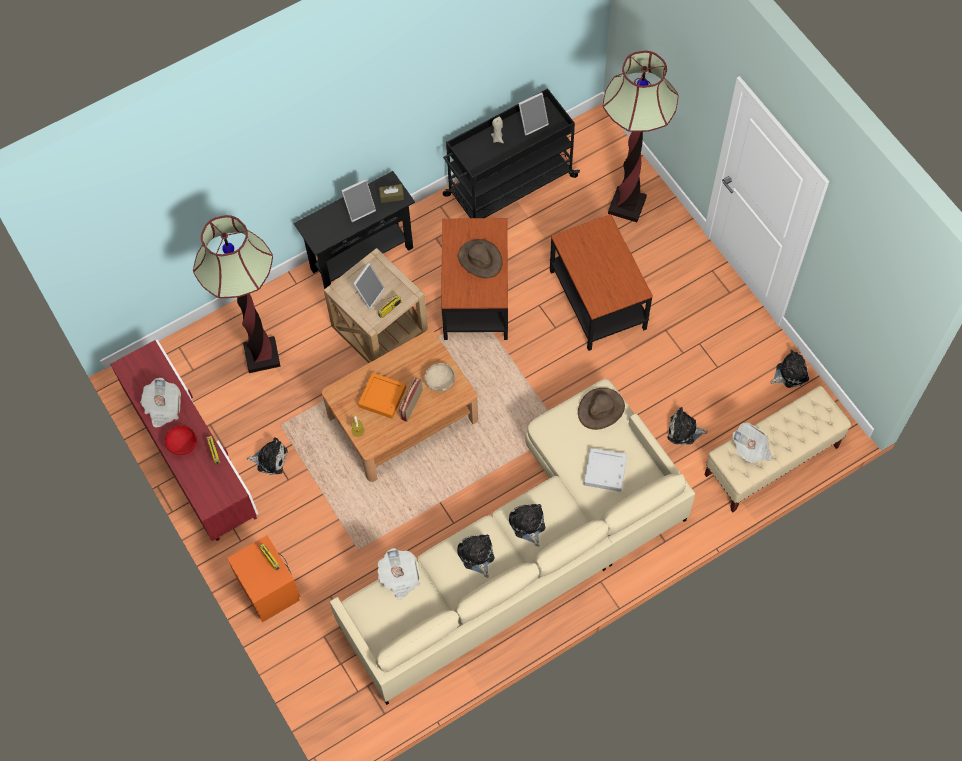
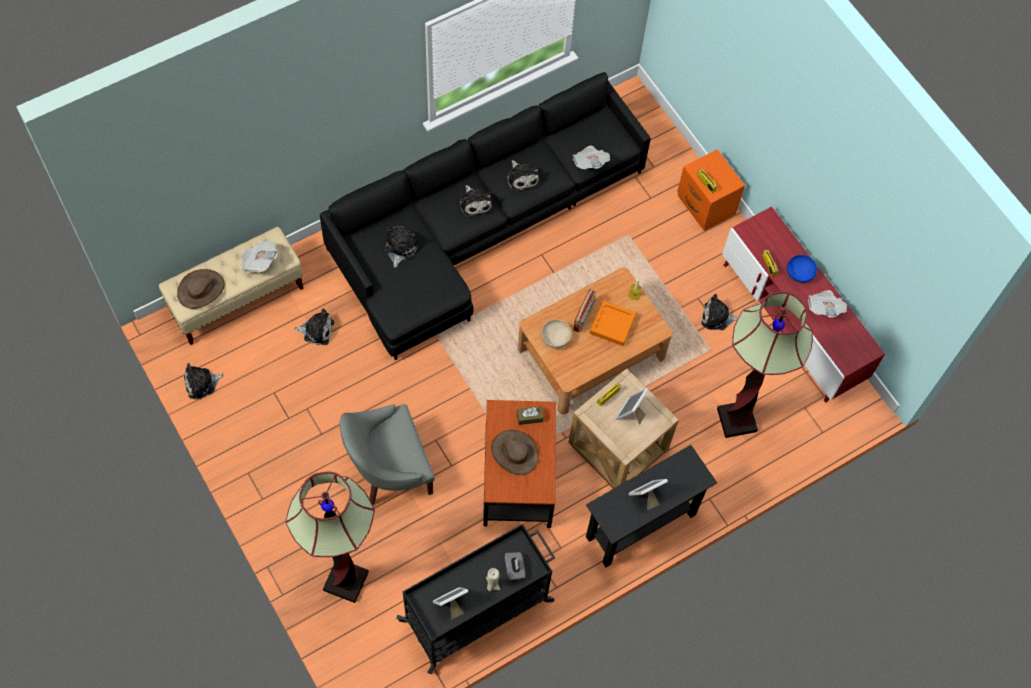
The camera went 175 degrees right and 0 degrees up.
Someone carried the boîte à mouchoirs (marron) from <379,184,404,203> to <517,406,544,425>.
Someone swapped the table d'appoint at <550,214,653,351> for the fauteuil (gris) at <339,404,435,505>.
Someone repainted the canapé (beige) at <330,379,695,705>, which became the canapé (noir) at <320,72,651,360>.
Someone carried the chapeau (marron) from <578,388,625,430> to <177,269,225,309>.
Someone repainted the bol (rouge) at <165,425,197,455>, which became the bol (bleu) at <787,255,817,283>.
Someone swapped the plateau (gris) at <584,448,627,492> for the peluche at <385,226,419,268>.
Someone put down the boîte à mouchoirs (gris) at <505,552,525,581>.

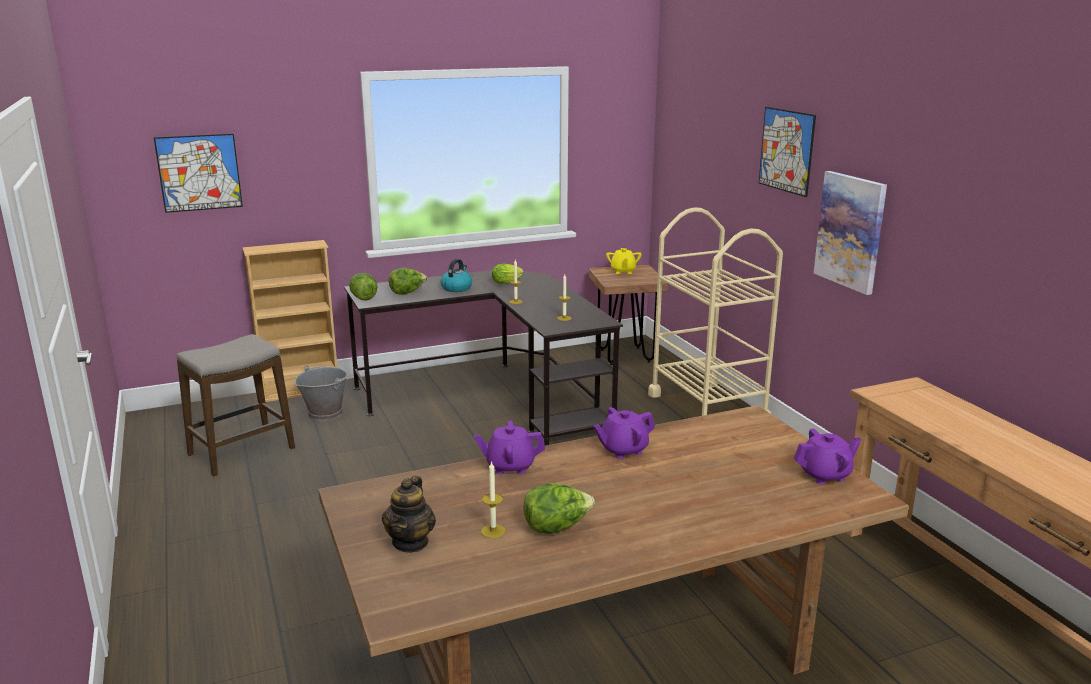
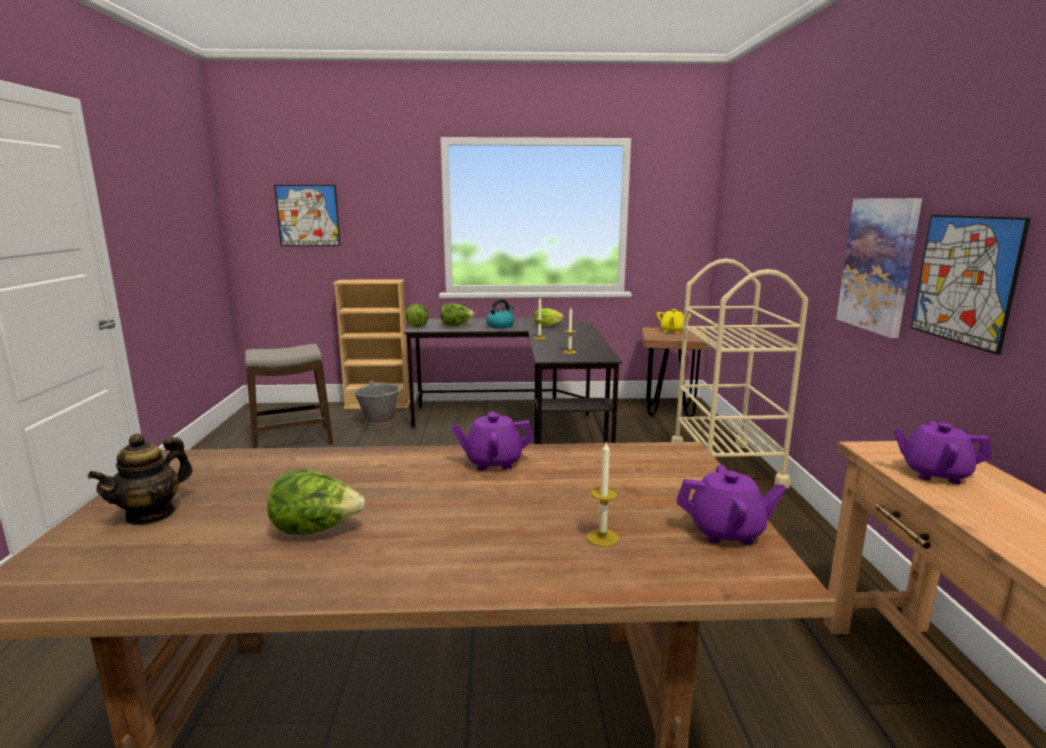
The camera went 20 degrees right and 5 degrees down.
Someone carried the tableau from <759,107,816,197> to <911,215,1031,355>.
Someone carried the théière (violet) from <474,421,545,474> to <893,421,991,484>.
Someone carried the bougie from <481,461,506,538> to <587,441,619,547>.

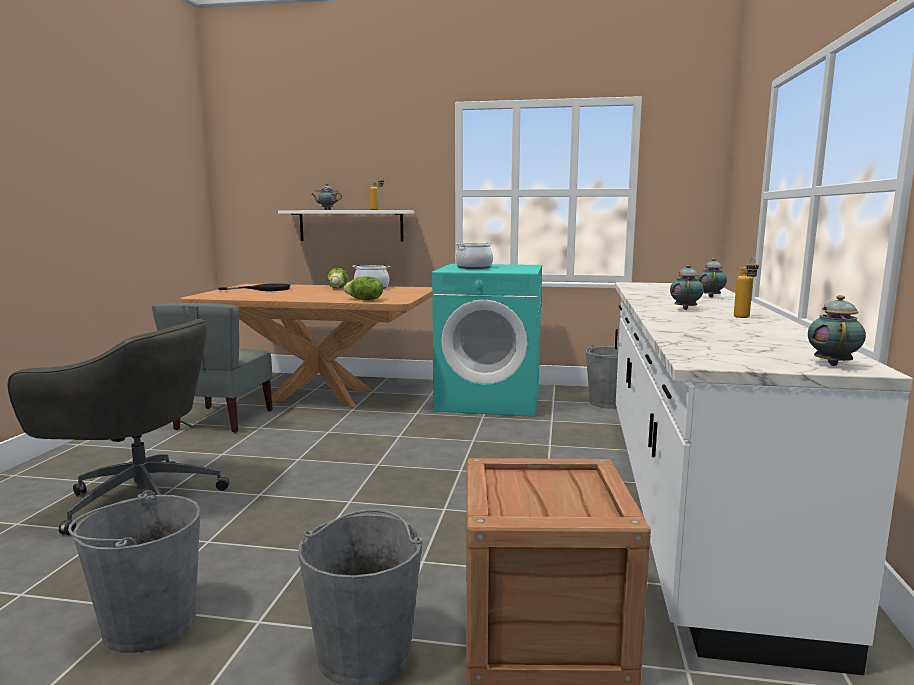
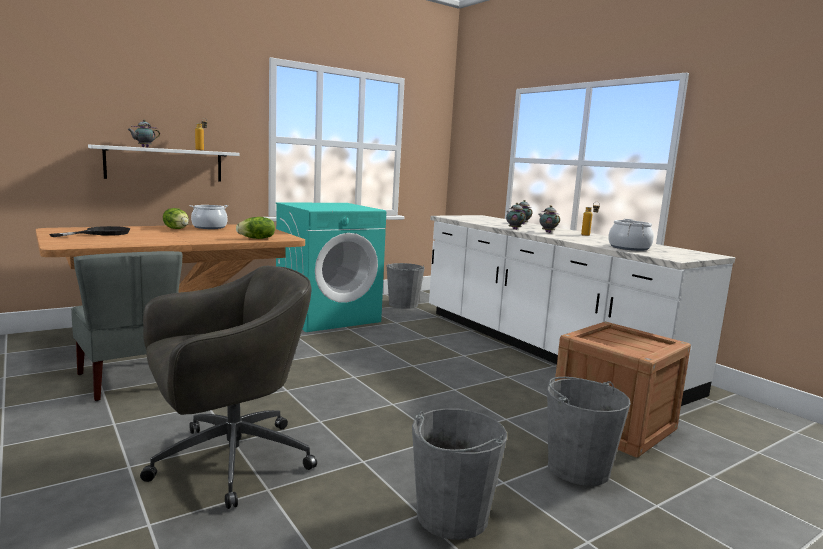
The camera went 45 degrees left and 0 degrees up.
Someone carried the marmite from <455,242,493,269> to <608,219,654,251>.
Someone carried the théière from <808,295,866,366> to <506,203,526,230>.

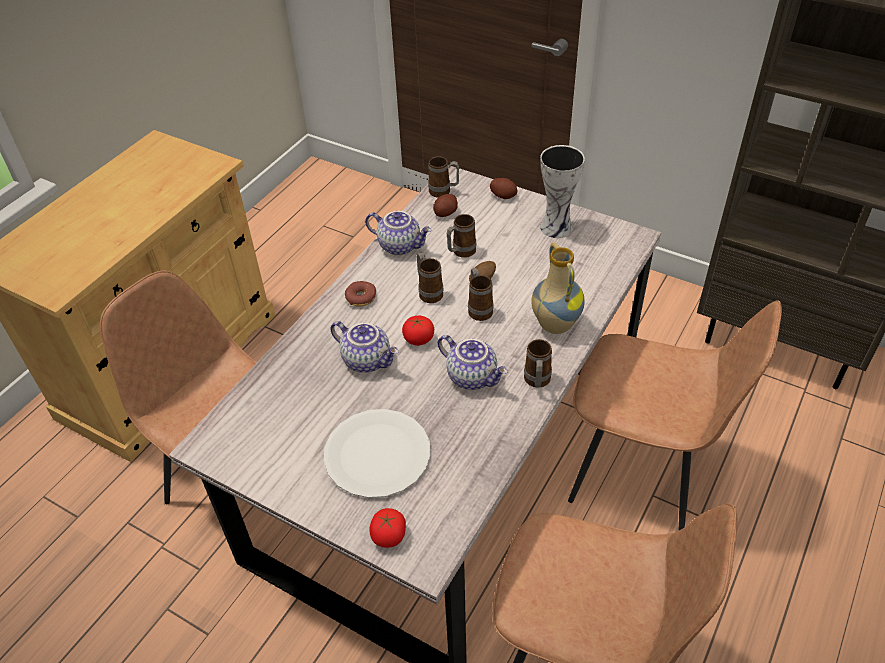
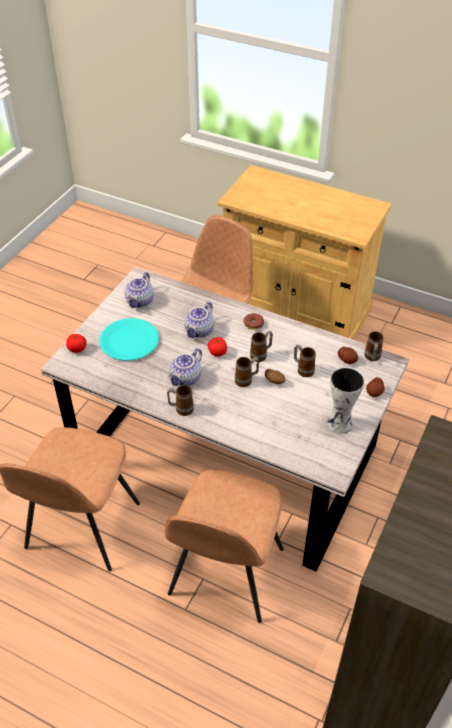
The camera went 85 degrees right and 0 degrees up.
Someone carried the théière from <365,211,432,255> to <125,272,154,308>.
Someone took away the vase at <531,243,585,334>.
Someone repainted the assiette (blanc) at <324,409,431,498>, which became the assiette (turquoise) at <99,318,159,361>.

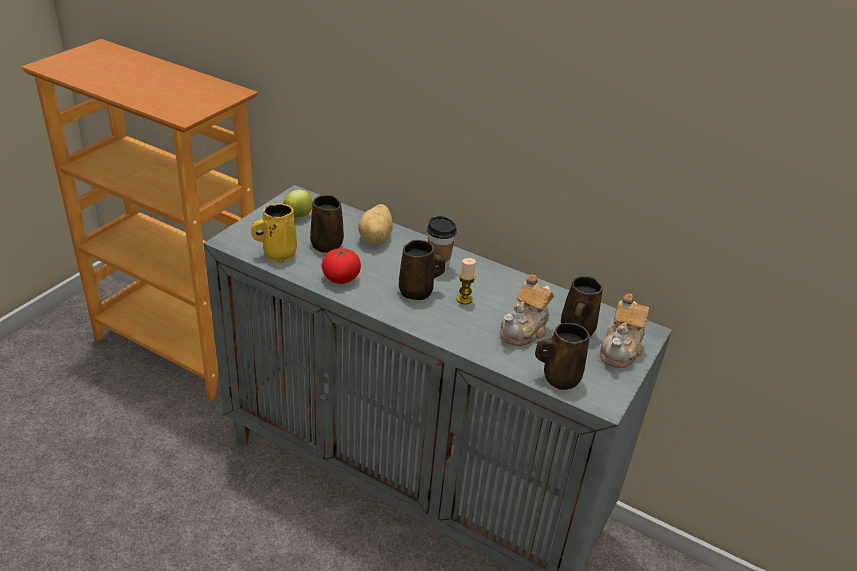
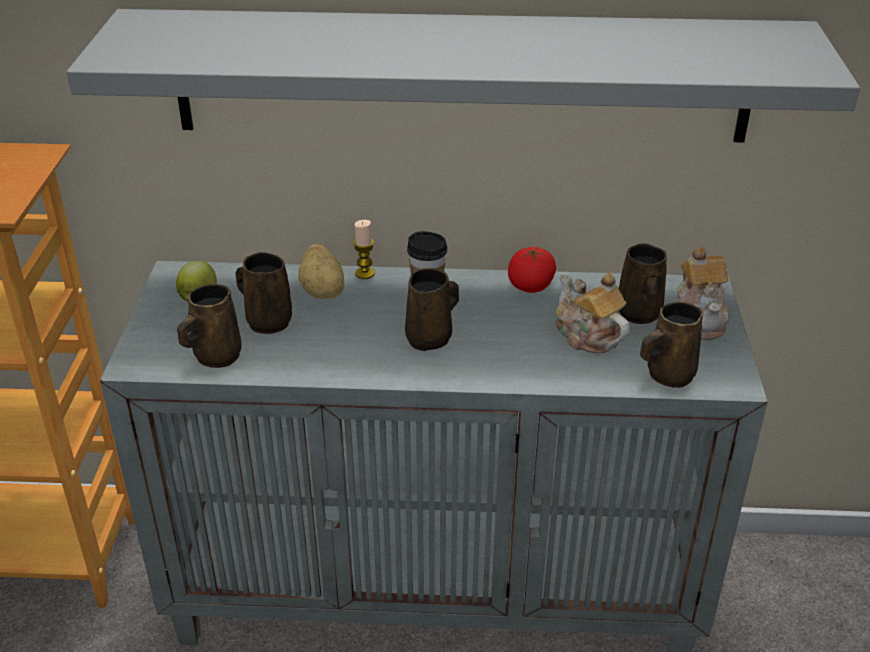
The camera went 25 degrees left and 0 degrees up.
Someone repainted the mug (jaune) at <251,203,297,262>, which became the mug (marron) at <177,284,242,368>.
Someone carried the tomate from <322,247,361,284> to <508,247,556,293>.
Someone carried the bougie from <457,258,476,304> to <353,220,375,279>.
Someone rotated the théière at <500,274,554,346> by 135 degrees clockwise.
Someone put up the étagère (gris) at <67,9,860,143>.

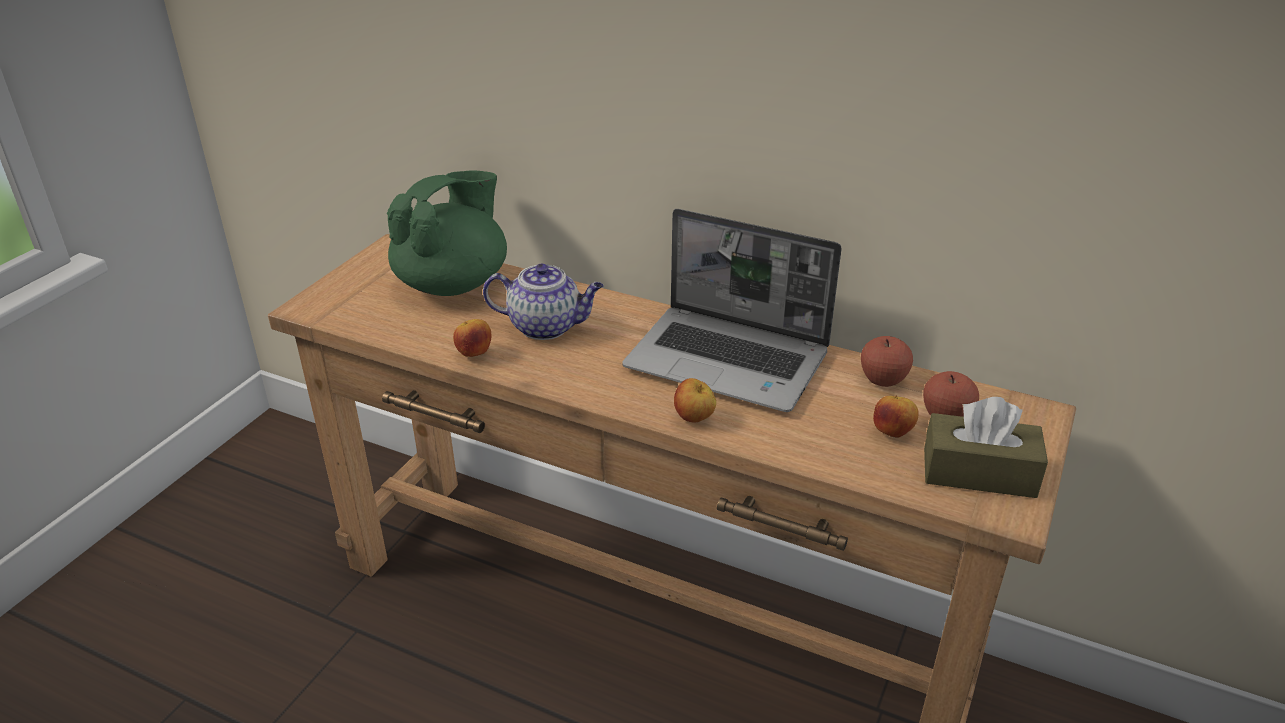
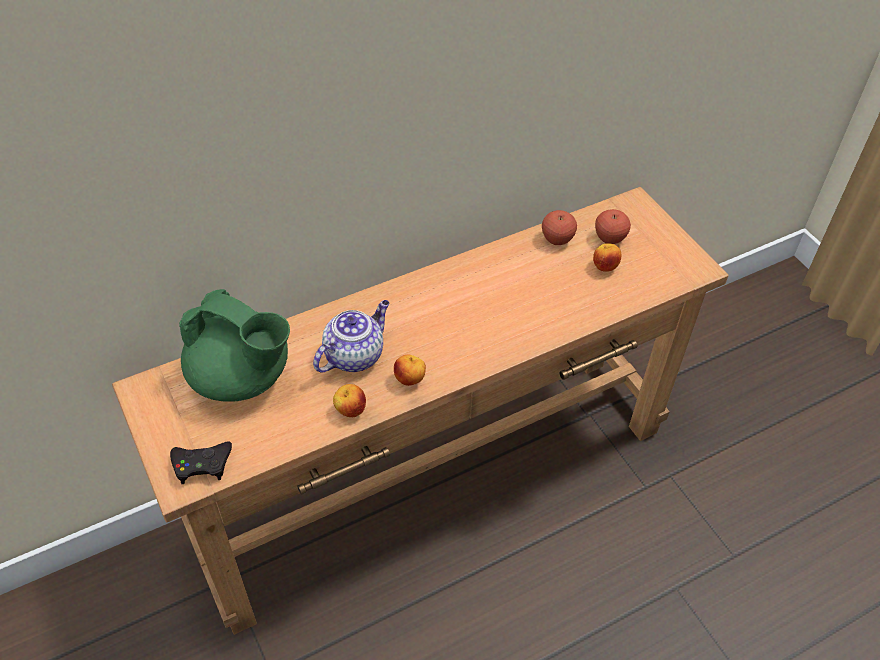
The camera went 55 degrees left and 15 degrees up.
Someone rotated the théière (vert) at <387,171,507,296> by 135 degrees clockwise.
Someone took away the ordinateur portable at <622,209,842,412>.
Someone carried the pomme from <674,378,716,422> to <394,354,426,386>.
Someone took away the boîte à mouchoirs (marron) at <924,397,1048,498>.
Someone put down the manette (noir) at <170,441,232,484>.

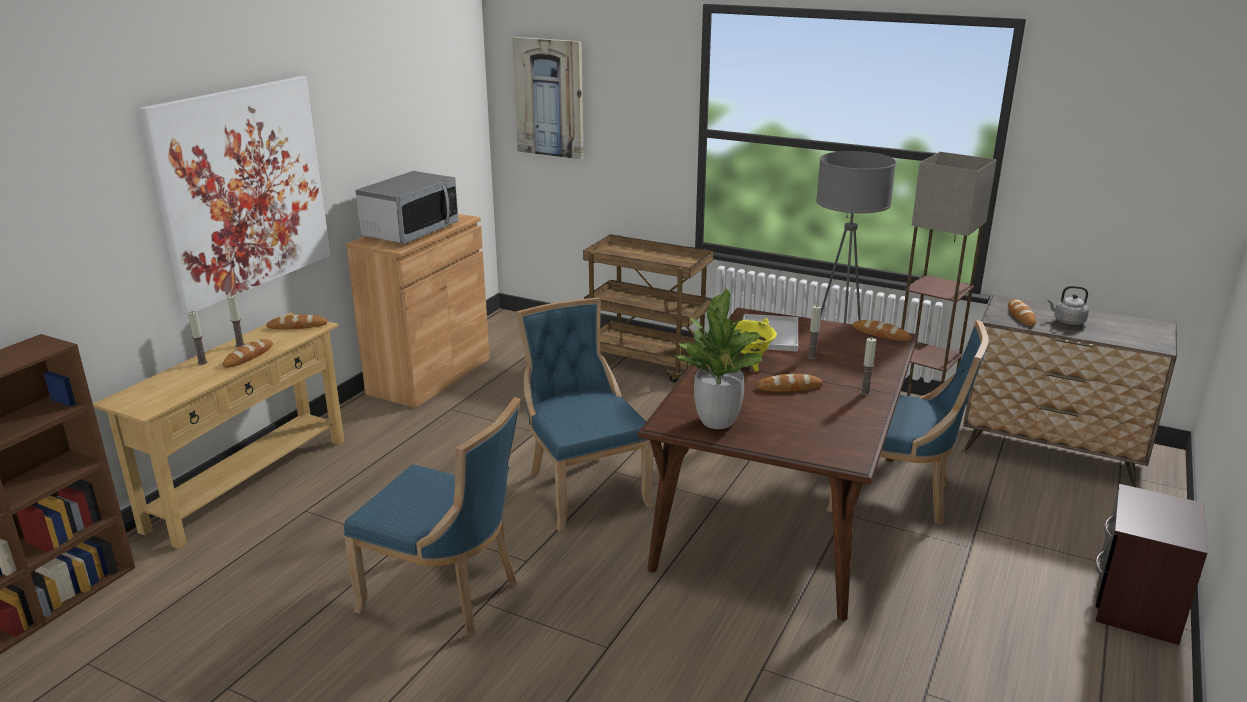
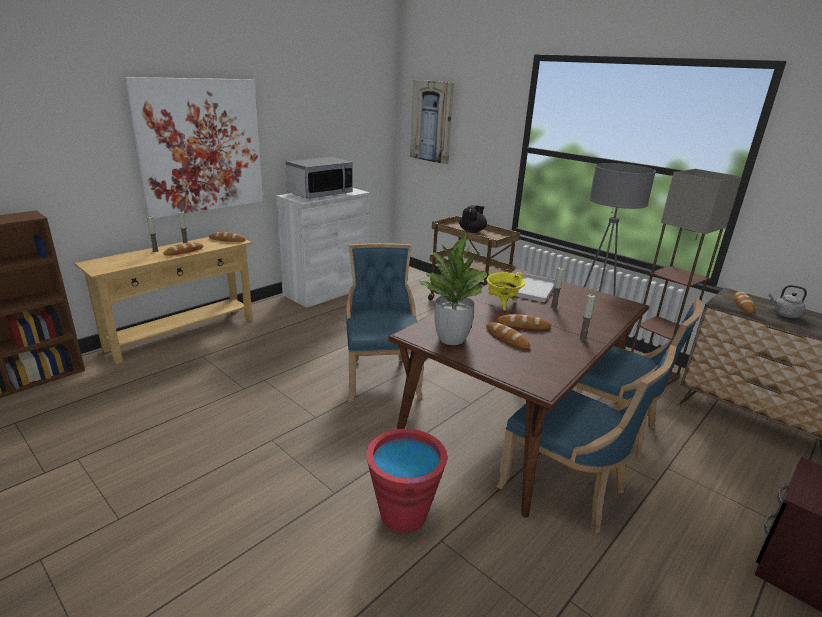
The camera went 15 degrees right and 0 degrees up.
Someone repainted the meuble de rangement (marron) at <346,214,490,408>, which became the meuble de rangement (blanc) at <276,188,370,308>.
Someone carried the pain from <852,320,911,341> to <486,322,530,349>.
Someone carried the chaise (bleu) from <344,397,520,638> to <496,344,676,533>.
Someone put down the théière (noir) at <459,205,487,233>.
Someone put down the seau (rouge) at <366,429,447,533>.

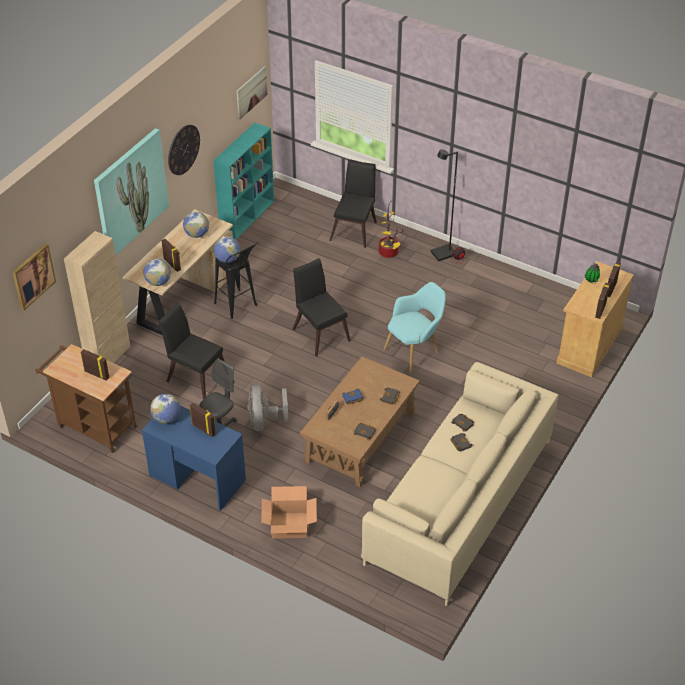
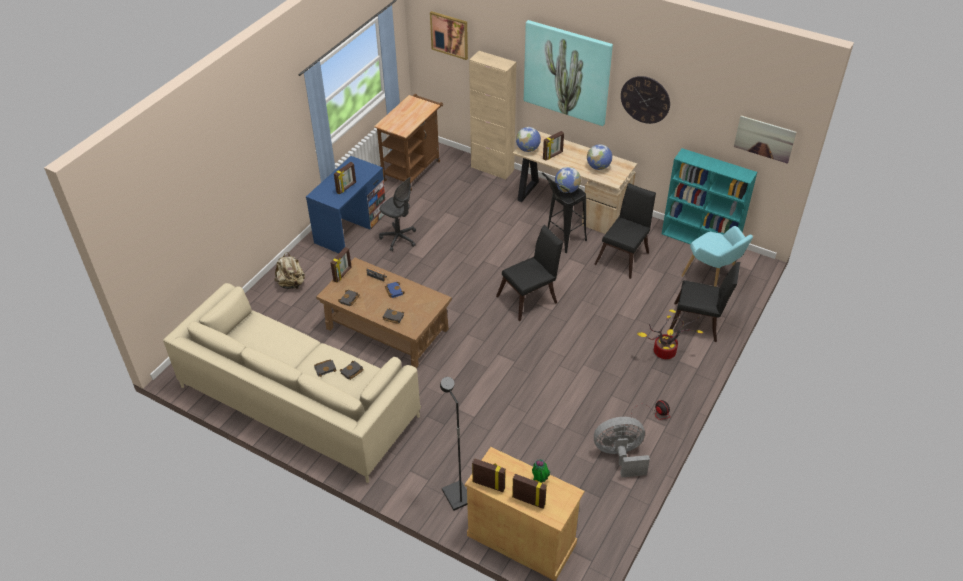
The camera went 90 degrees right and 0 degrees up.
Someone carried the lampadaire (noir) from <430,149,458,261> to <440,377,467,511>.
Someone carried the fauteuil (turquoise) from <383,282,446,373> to <681,226,753,287>.
Someone carried the chaise (noir) from <159,302,225,399> to <594,183,656,279>.
Someone carried the cadre photo from <81,349,110,381> to <331,247,352,283>.
Someone carried the ventilateur (gris) from <247,384,289,431> to <594,417,650,477>.
Someone took away the globe at <150,394,180,424>.
Someone swapped the carton at <261,486,317,539> for the sac à dos (beige) at <274,252,305,290>.

